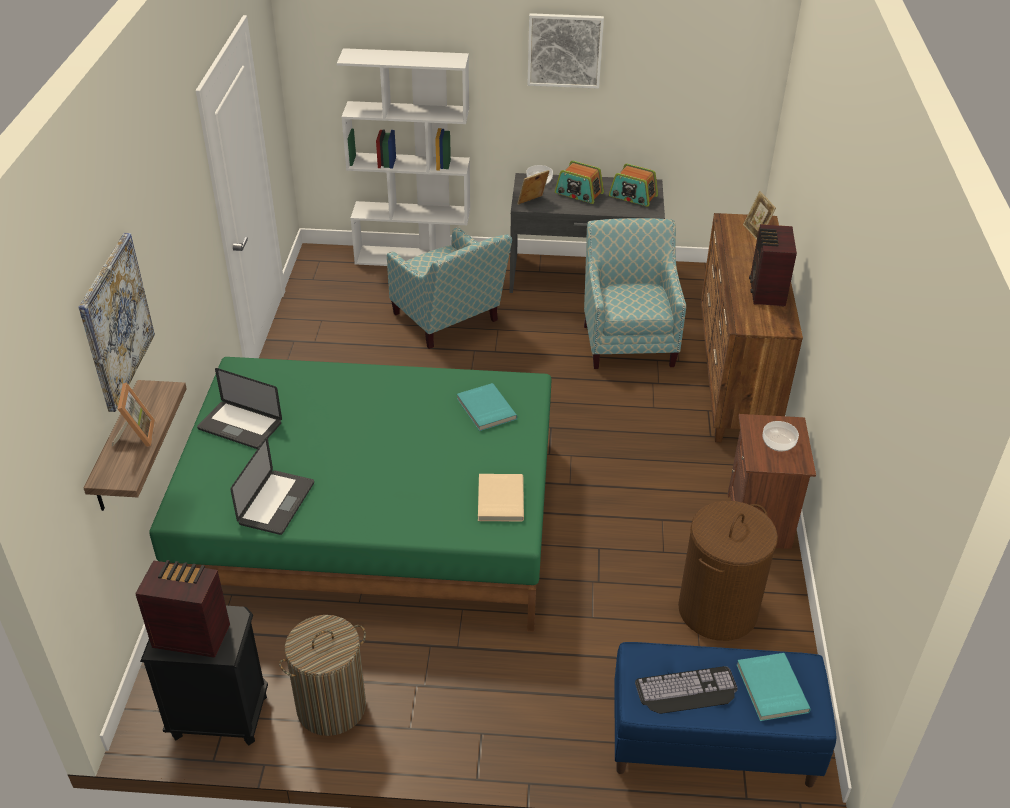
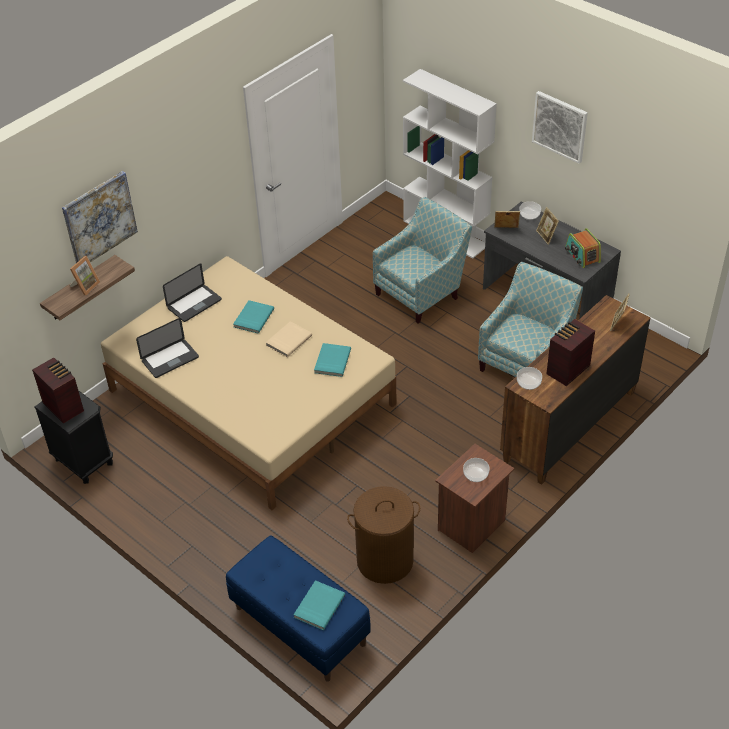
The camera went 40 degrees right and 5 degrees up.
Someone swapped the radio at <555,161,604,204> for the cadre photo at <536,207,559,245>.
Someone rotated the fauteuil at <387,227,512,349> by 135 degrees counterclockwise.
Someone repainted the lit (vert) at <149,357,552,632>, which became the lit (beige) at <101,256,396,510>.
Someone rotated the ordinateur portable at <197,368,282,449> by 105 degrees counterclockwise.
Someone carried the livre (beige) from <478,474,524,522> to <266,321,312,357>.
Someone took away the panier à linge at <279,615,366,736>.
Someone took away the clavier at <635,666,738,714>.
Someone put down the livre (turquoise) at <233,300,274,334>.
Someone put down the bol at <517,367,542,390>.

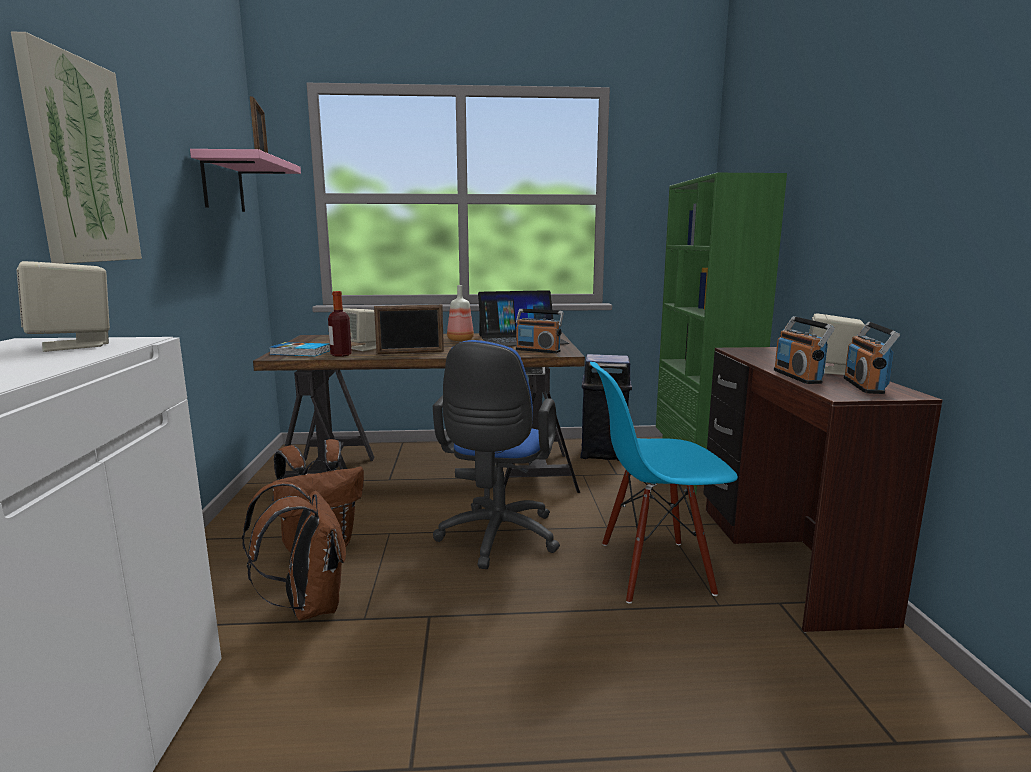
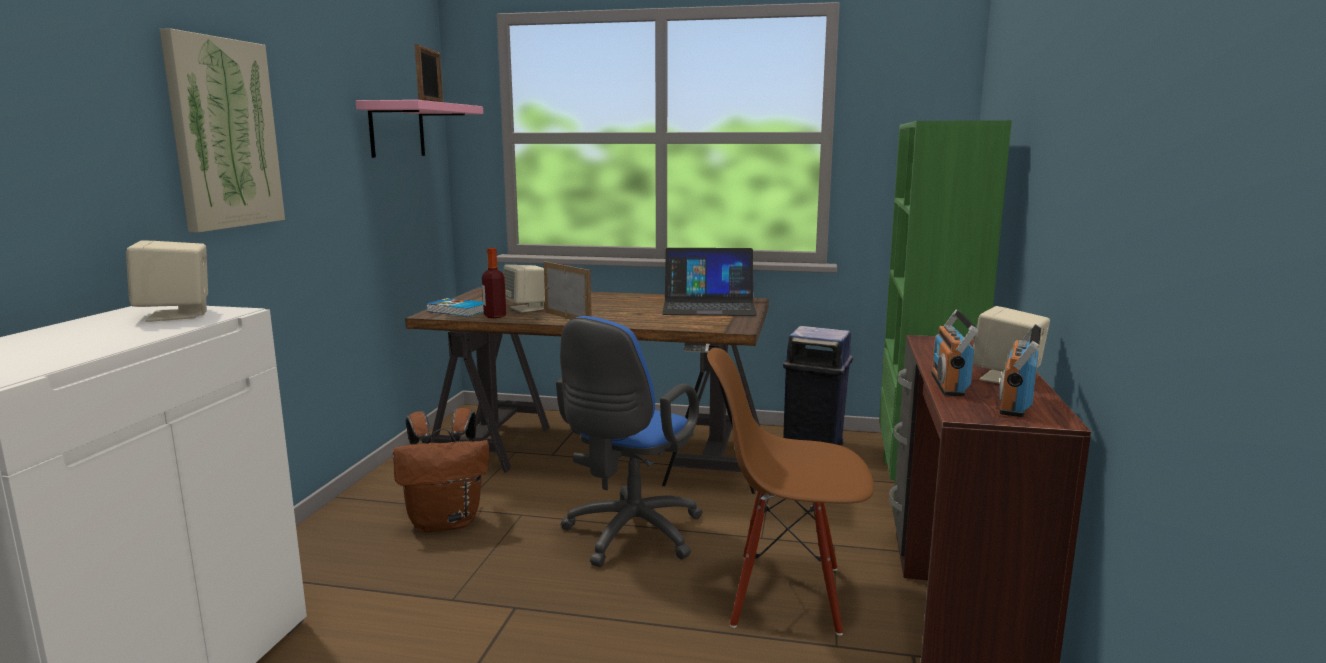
The camera went 15 degrees right and 0 degrees up.
Someone took away the bouteille at <447,285,474,341>.
Someone rotated the cadre photo at <374,305,444,354> by 135 degrees counterclockwise.
Someone took away the radio at <516,309,564,353>.
Someone repainted the chaise (bleu) at <590,362,738,604>, which became the chaise (marron) at <707,348,874,635>.
Someone took away the sac à dos (marron) at <242,482,346,621>.

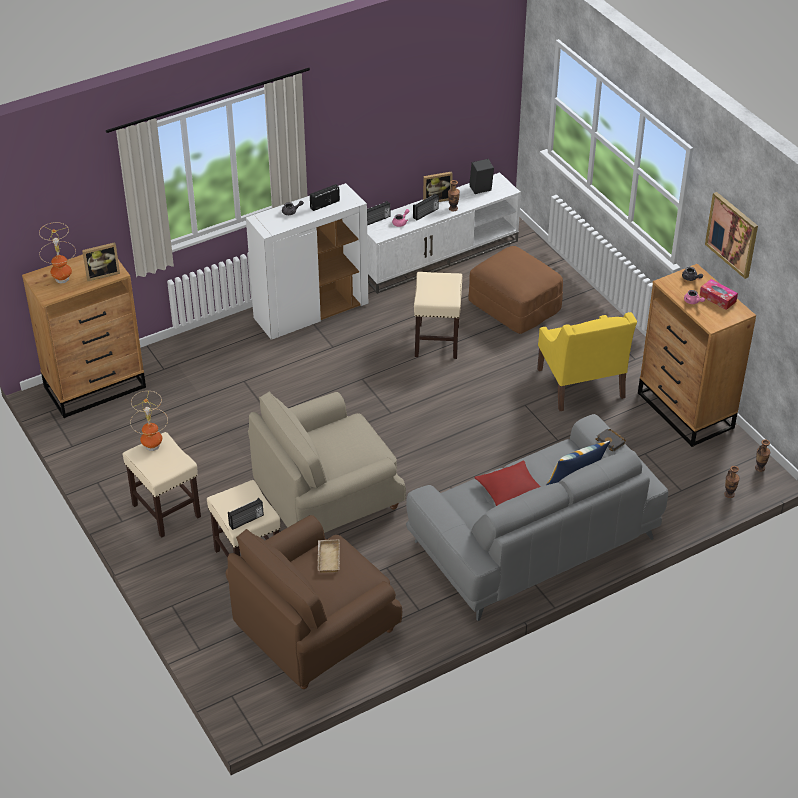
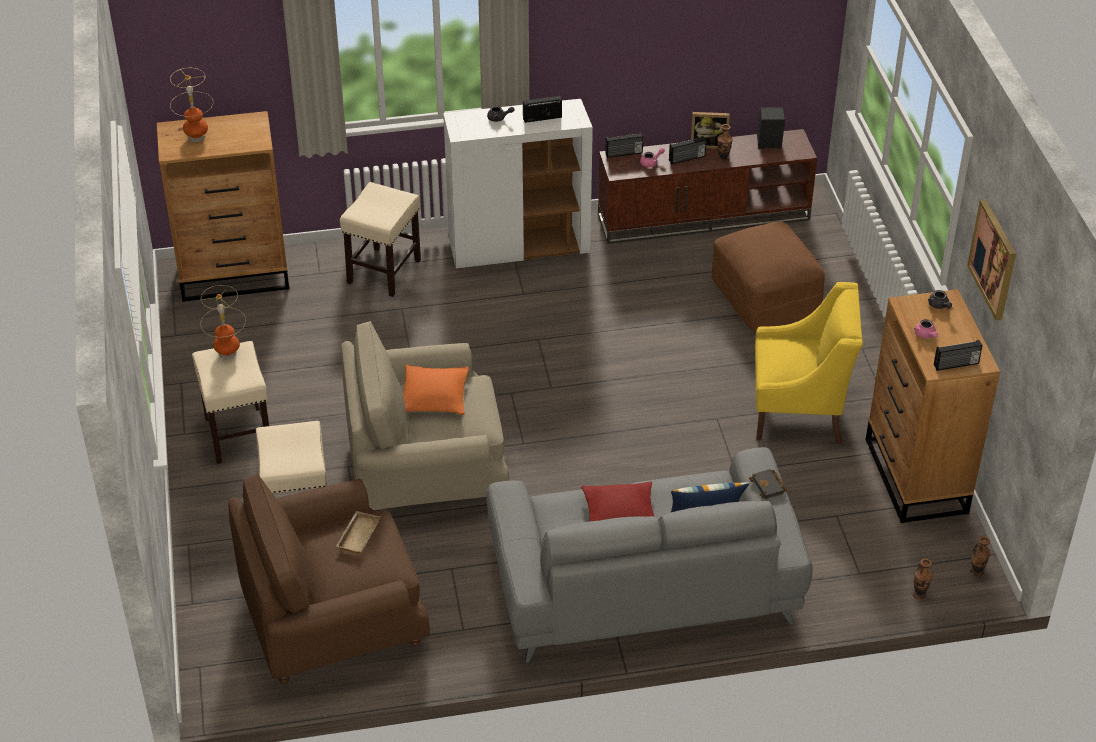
The camera went 20 degrees right and 0 degrees up.
Someone repainted the meuble télé (blanc) at <367,172,521,294>, which became the meuble télé (marron) at <598,129,817,244>.
Someone took away the cadre photo at <82,242,120,281>.
Someone carried the tabouret (beige) from <414,272,462,359> to <340,182,421,297>.
Someone took away the boîte à mouchoirs at <700,279,738,310>.
Someone rotated the fauteuil (jaune) at <537,312,637,411> by 90 degrees counterclockwise.
Someone carried the radio from <228,498,264,530> to <934,340,983,371>.
Someone put down the coussin (orange) at <403,365,469,415>.

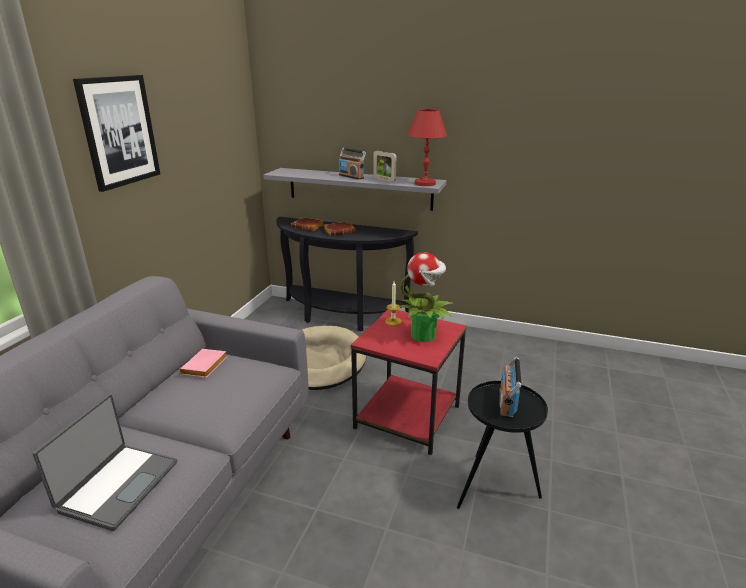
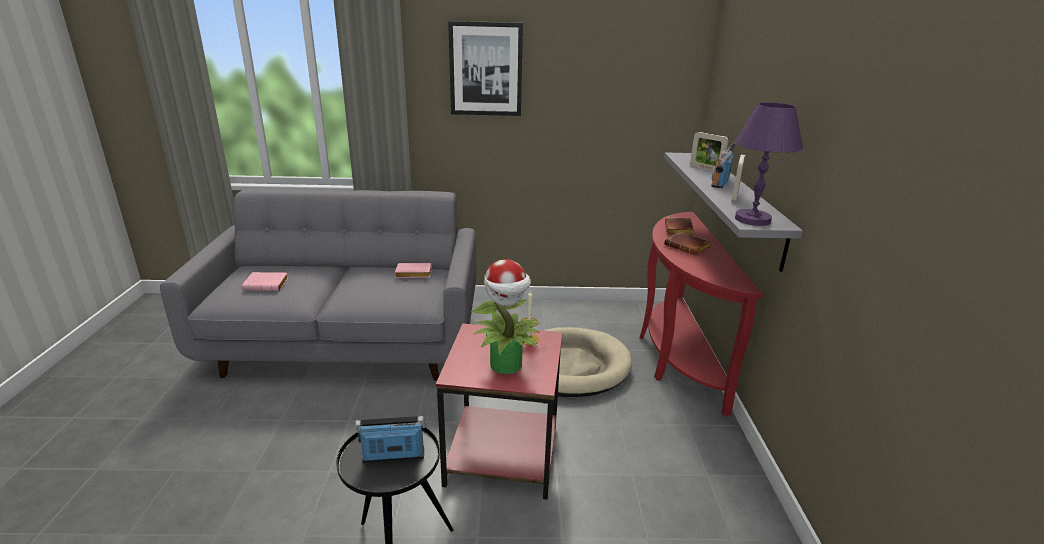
The camera went 70 degrees right and 0 degrees up.
Someone repainted the lampe de table (rouge) at <408,109,447,186>, which became the lampe de table (violet) at <735,102,803,226>.
Someone repainted the table console (noir) at <276,217,418,331>, which became the table console (rouge) at <640,212,763,416>.
Someone swapped the ordinateur portable at <33,394,177,531> for the livre (rose) at <242,272,288,291>.
Someone put down the cadre photo at <690,132,729,171>.

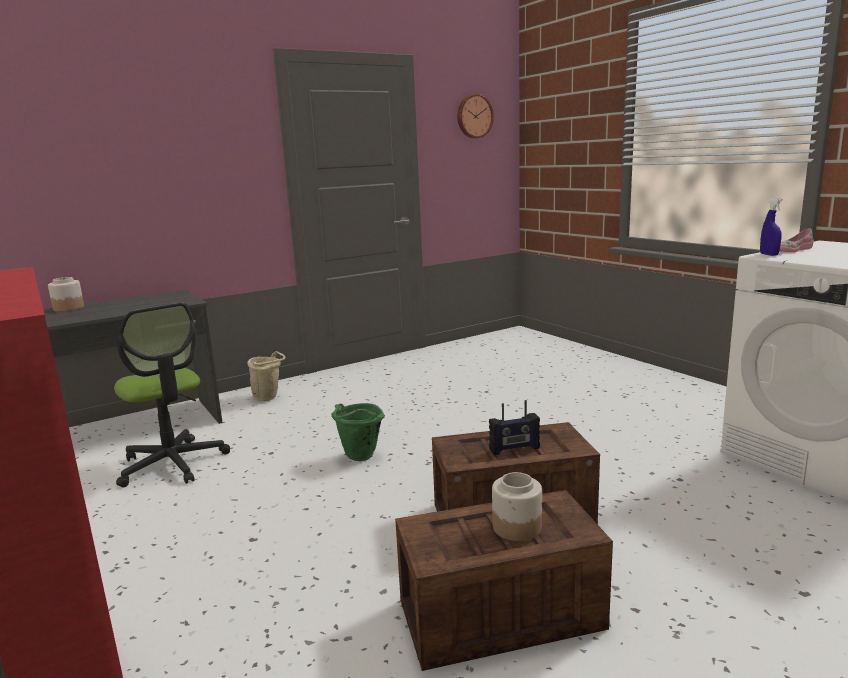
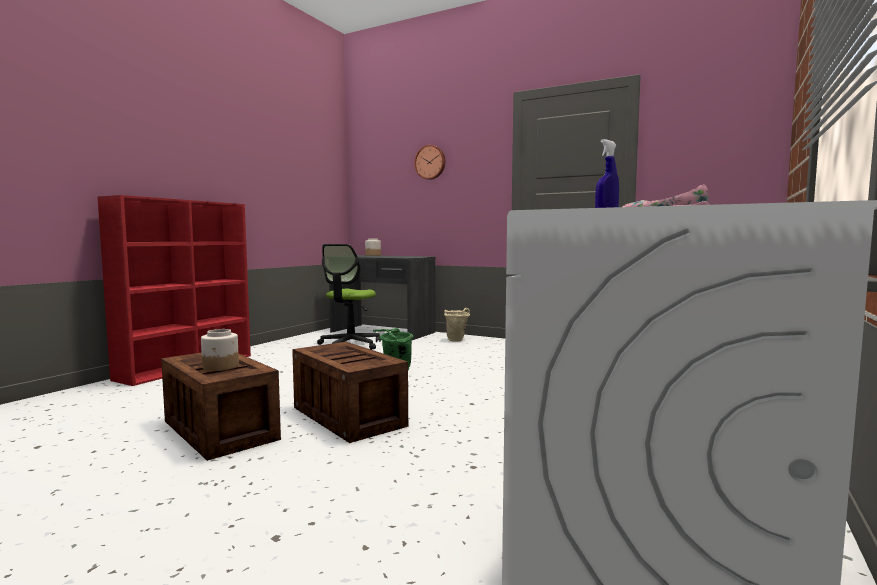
The camera went 60 degrees right and 10 degrees down.
Someone carried the horloge murale from <457,94,494,138> to <414,145,445,180>.
Someone took away the radio at <489,400,540,455>.

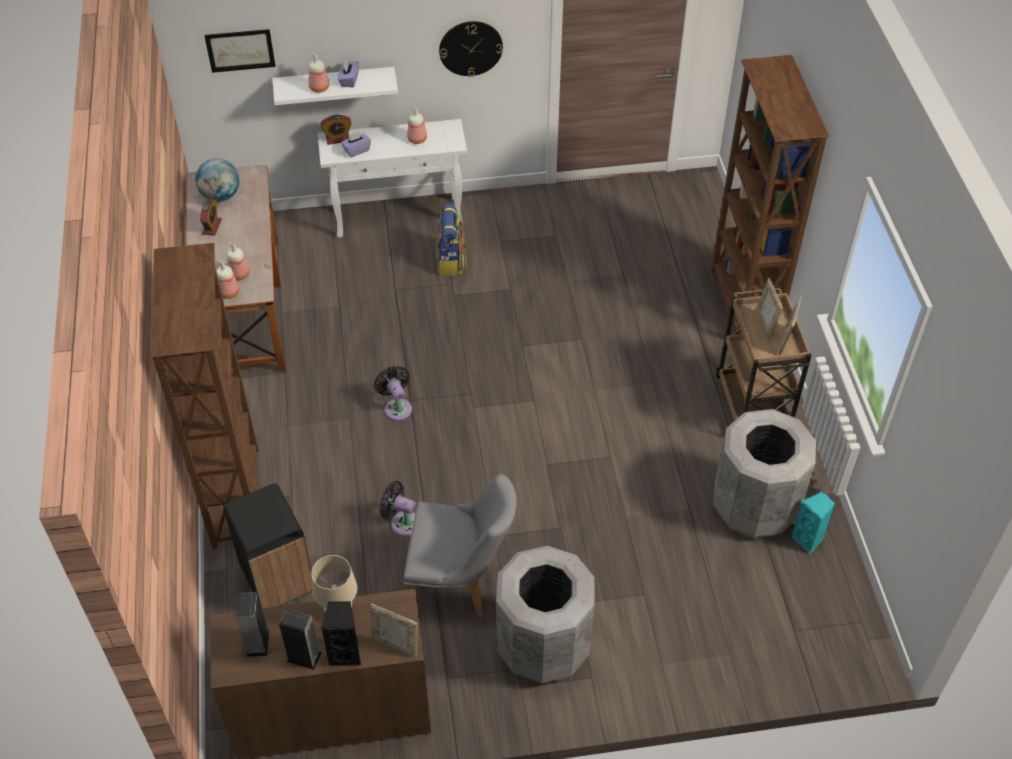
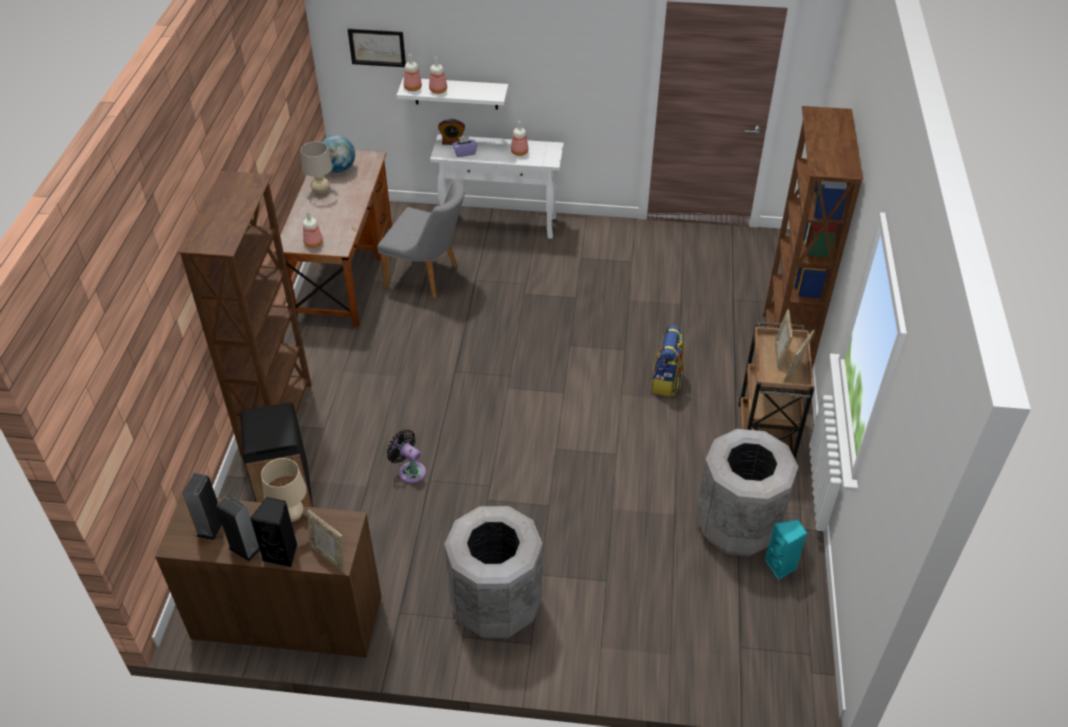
The camera went 15 degrees right and 5 degrees down.
Someone took away the horloge murale at <439,21,503,77>.
Someone took away the boîte à mouchoirs (violet) at <338,60,359,87>.
Someone swapped the réveil at <200,199,222,236> for the lampe de table (beige) at <301,141,333,195>.
Someone carried the sac à dos from <436,204,466,275> to <651,325,684,396>.
Someone carried the bouteille from <227,242,250,280> to <404,54,422,91>.
Someone took away the ventilateur (noir) at <374,366,412,421>.
Someone carried the chaise (gris) from <403,474,517,617> to <377,180,465,299>.

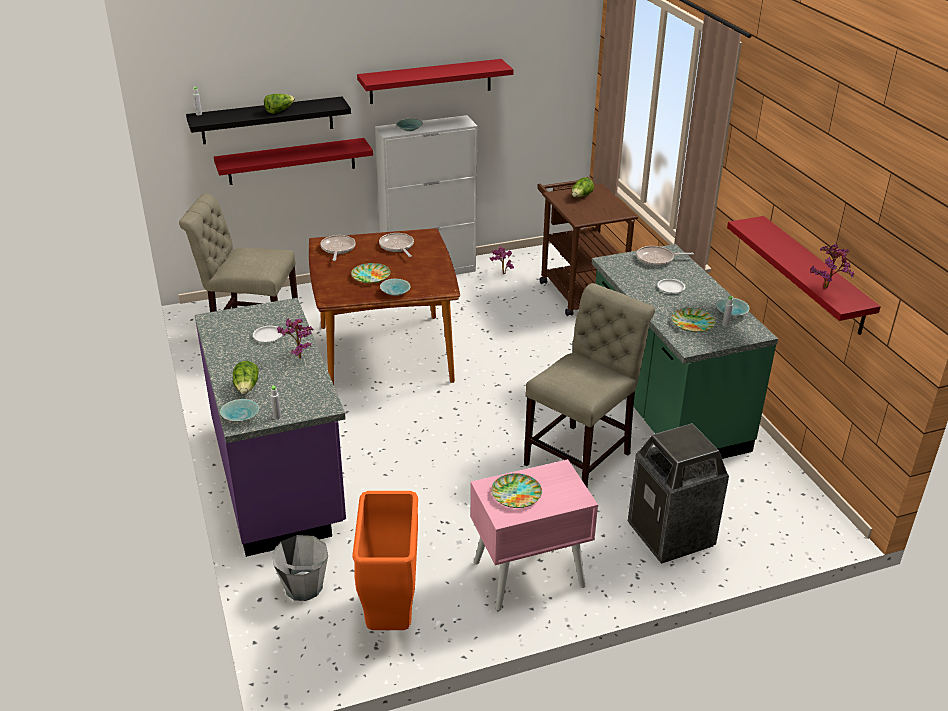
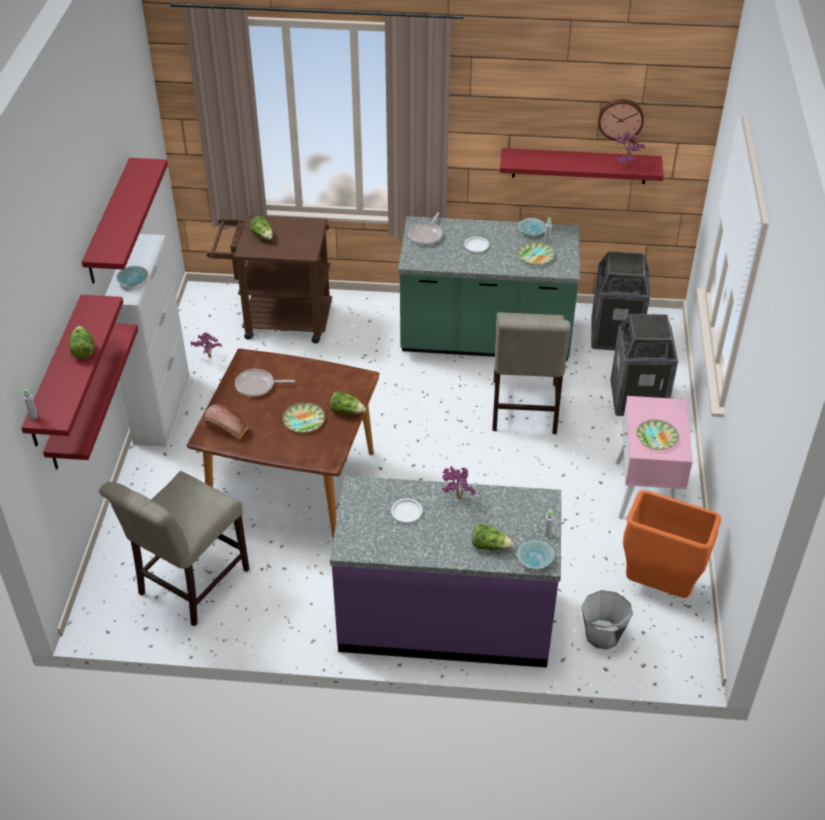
The camera went 65 degrees left and 10 degrees up.
Someone repainted the étagère (noir) at <186,96,351,144>, which became the étagère (rouge) at <21,295,123,447>.
Someone swapped the poêle at <320,235,356,261> for the pain at <205,404,250,441>.
Someone swapped the bol (turquoise) at <380,279,411,296> for the laitue at <330,391,366,415>.
Someone rotated the chaise (beige) at <524,283,655,487> by 150 degrees counterclockwise.
Someone put up the horloge murale at <598,99,644,141>.
Someone put down the poubelle at <591,251,650,350>.

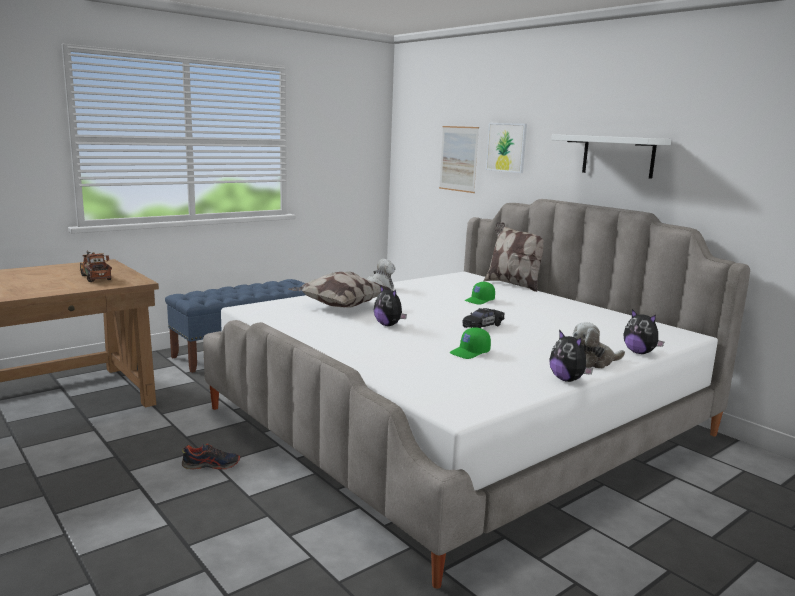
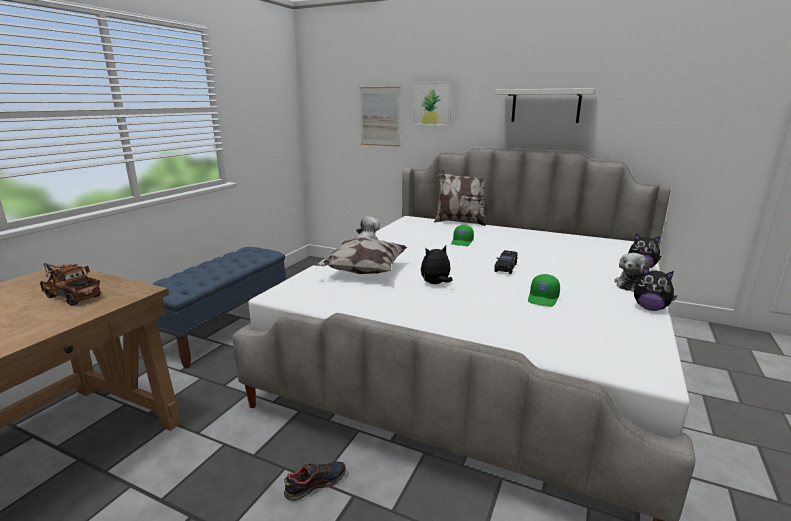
The camera went 25 degrees left and 5 degrees up.
Someone rotated the peluche at <374,285,407,326> by 135 degrees clockwise.

